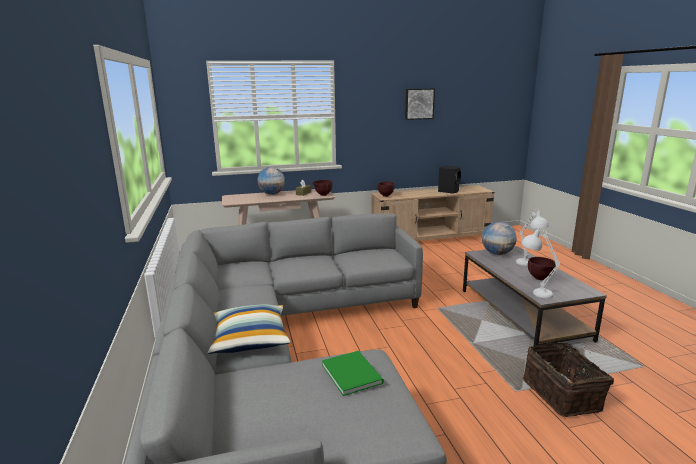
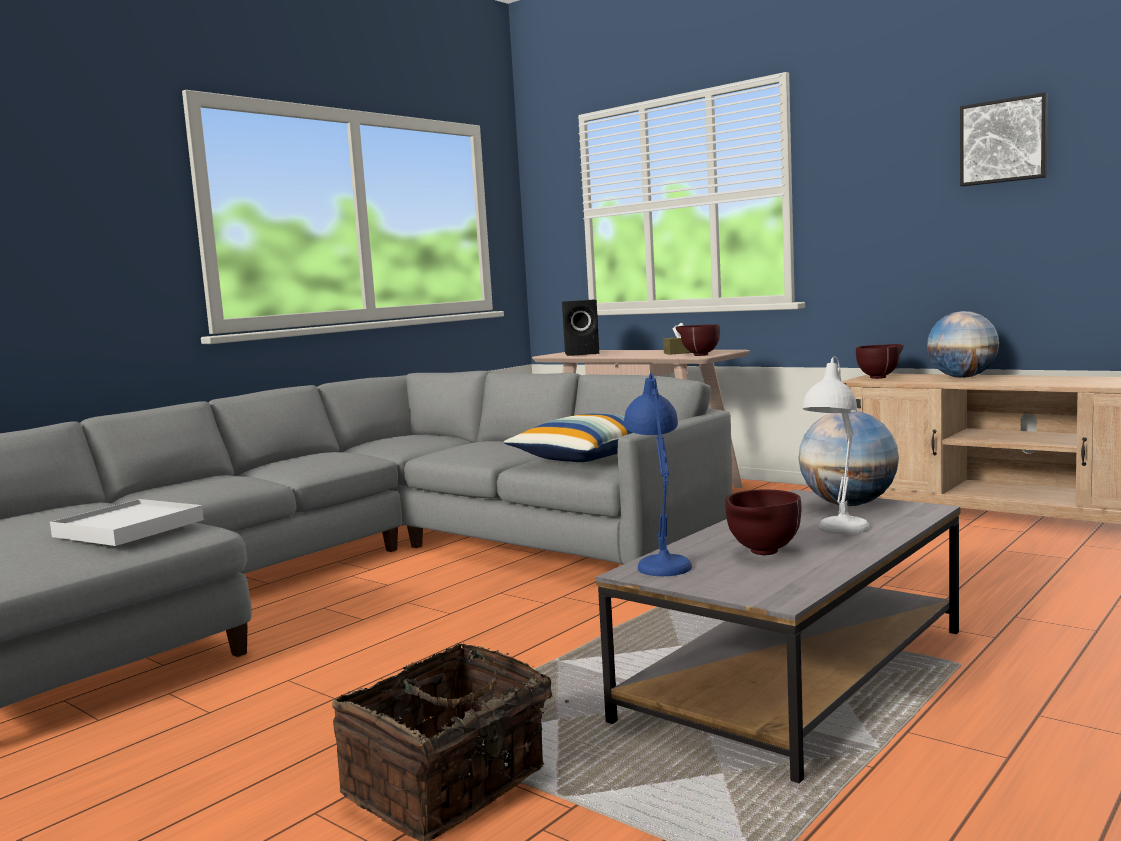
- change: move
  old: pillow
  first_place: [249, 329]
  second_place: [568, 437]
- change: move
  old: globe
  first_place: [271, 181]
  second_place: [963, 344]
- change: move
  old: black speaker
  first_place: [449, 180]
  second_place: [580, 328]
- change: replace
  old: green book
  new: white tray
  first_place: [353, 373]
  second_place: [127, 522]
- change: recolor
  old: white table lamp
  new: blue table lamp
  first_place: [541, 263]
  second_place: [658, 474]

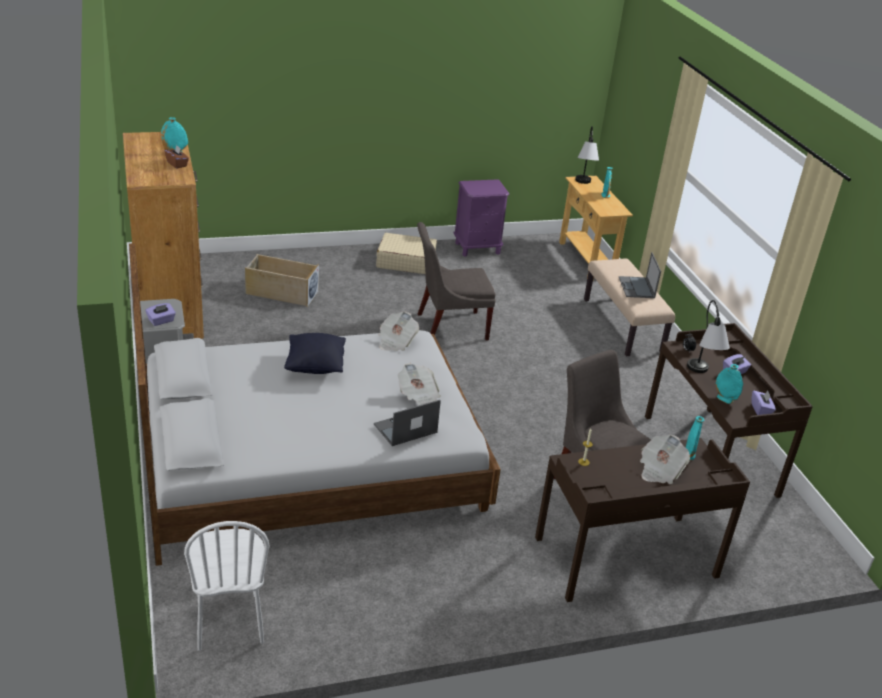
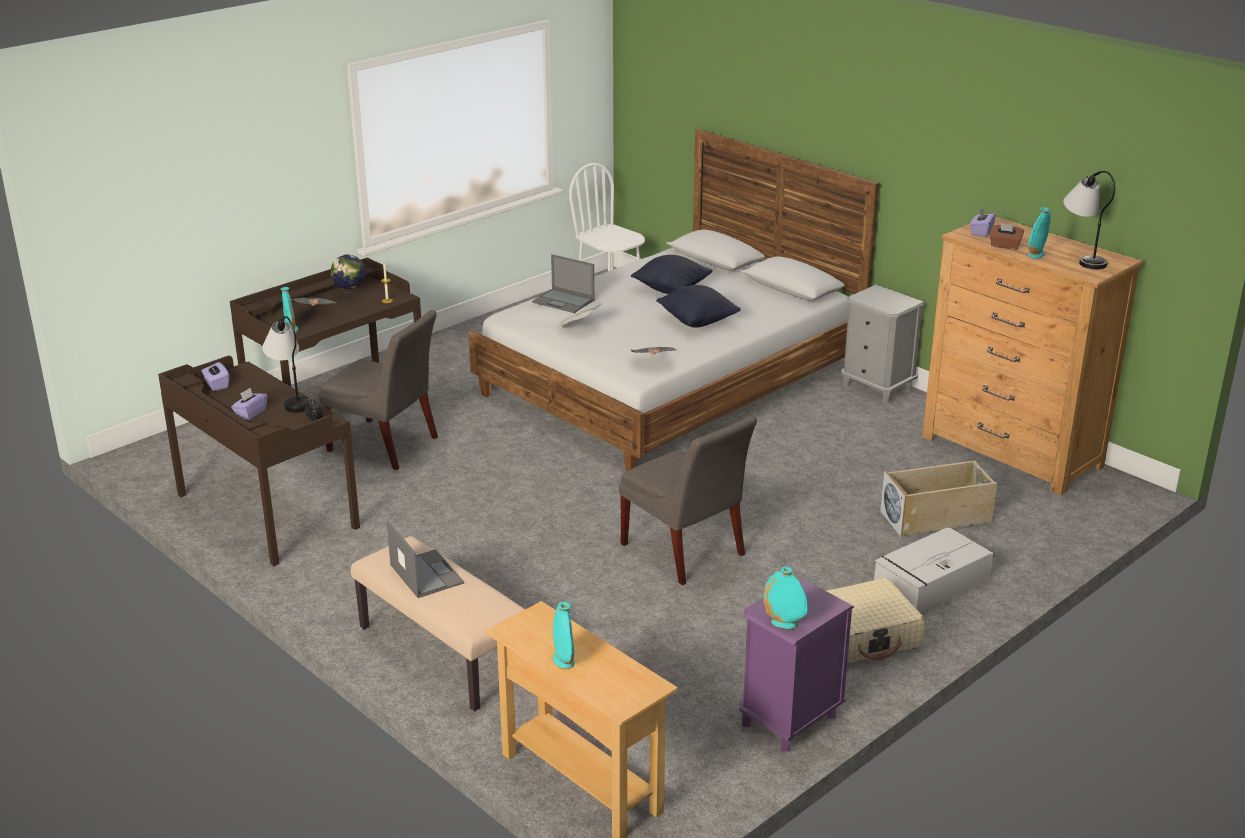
- change: insert
  new: globe
  second_place: [348, 276]
- change: insert
  new: black pillow
  second_place: [672, 274]
- change: insert
  new: grey storage box
  second_place: [934, 569]
- change: move
  old: purple tissue box
  first_place: [161, 314]
  second_place: [983, 222]
- change: move
  old: table lamp
  first_place: [587, 155]
  second_place: [1089, 220]
- change: move
  old: turquoise vase
  first_place: [729, 384]
  second_place: [786, 598]
- change: rotate
  old: laptop
  first_place: [407, 423]
  second_place: [563, 283]
  degrees: 90
- change: rotate
  old: grey chair
  first_place: [456, 281]
  second_place: [688, 500]
  degrees: 90

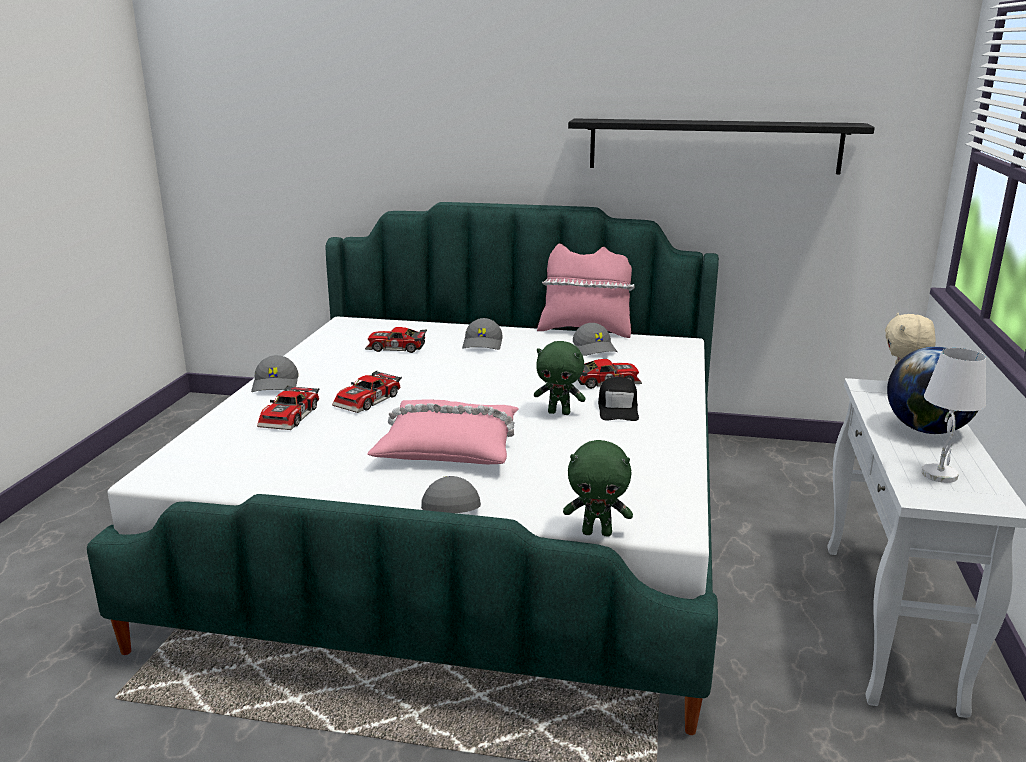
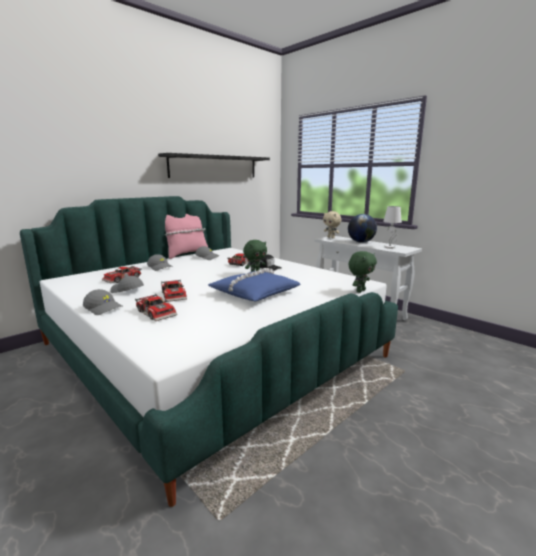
- change: move
  old: grey cap
  first_place: [451, 494]
  second_place: [127, 284]
- change: recolor
  old: pink pillow
  new: blue pillow
  first_place: [443, 431]
  second_place: [254, 284]

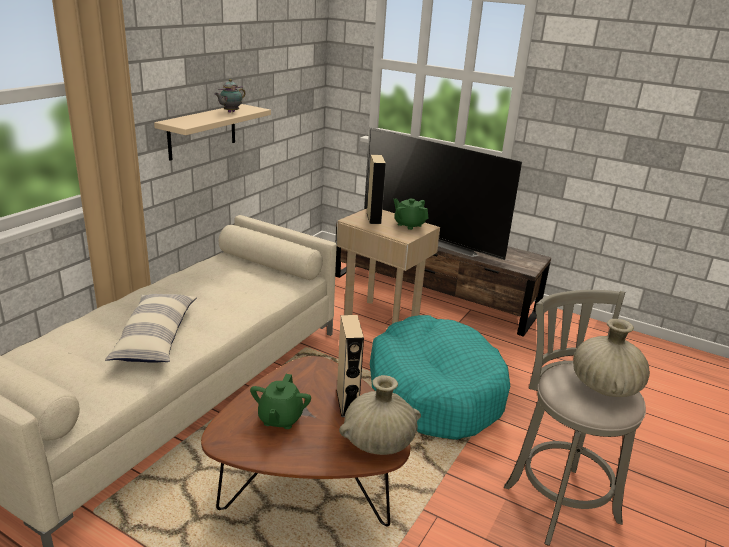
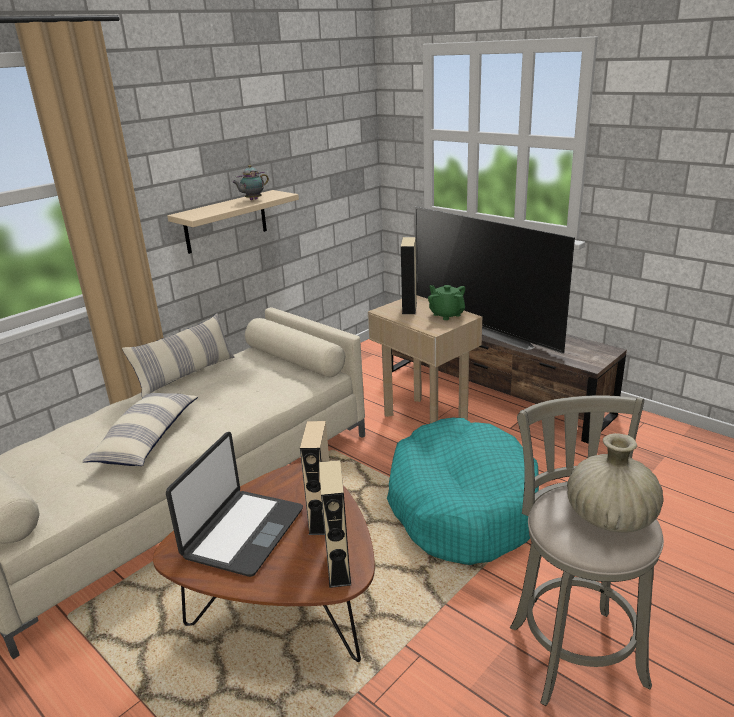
- change: insert
  new: pillow
  second_place: [178, 355]
- change: replace
  old: green teapot
  new: laptop
  first_place: [280, 401]
  second_place: [234, 504]
- change: replace
  old: beige vase
  new: beige speaker
  first_place: [380, 415]
  second_place: [335, 524]

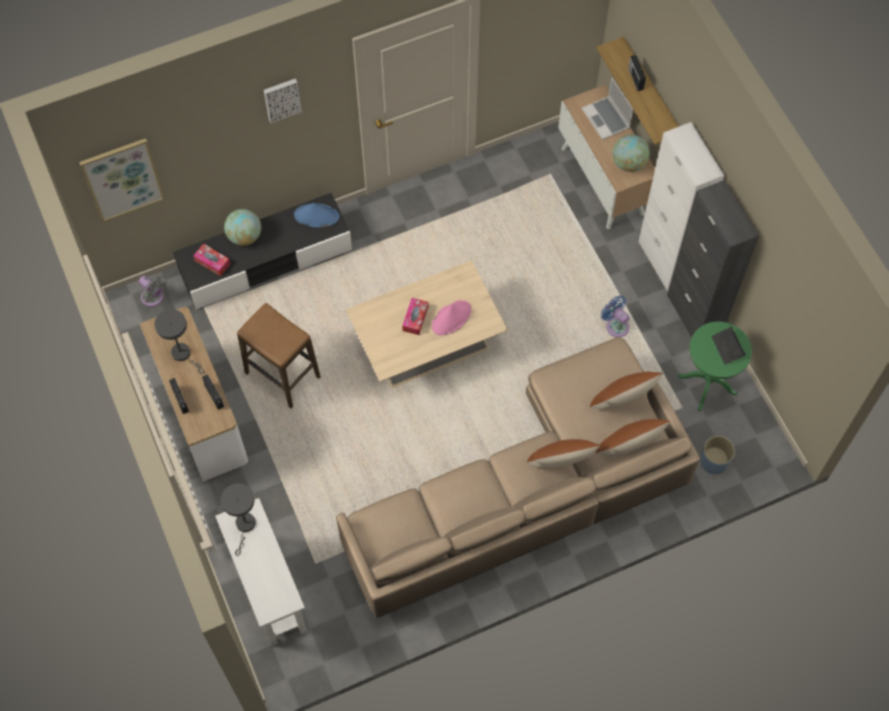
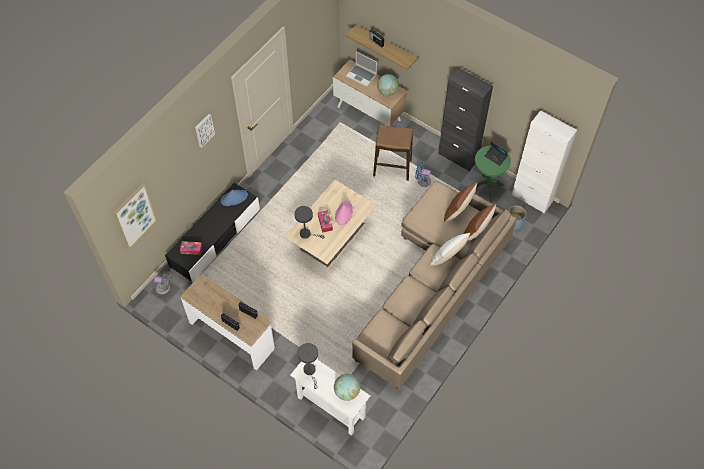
- change: move
  old: grey table lamp
  first_place: [179, 341]
  second_place: [309, 222]
- change: move
  old: globe
  first_place: [242, 227]
  second_place: [347, 387]
- change: move
  old: stool
  first_place: [279, 355]
  second_place: [393, 153]
- change: move
  old: white cabinet
  first_place: [681, 206]
  second_place: [544, 161]
- change: recolor
  old: brown pillow
  new: white pillow
  first_place: [564, 453]
  second_place: [450, 249]

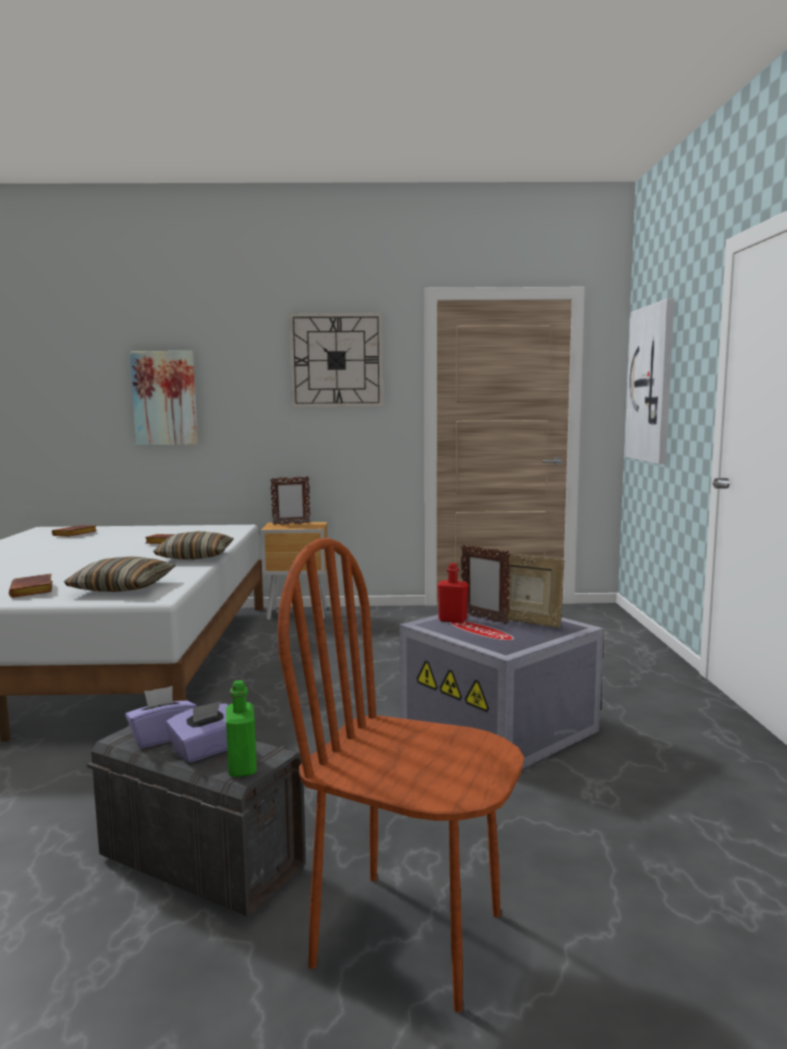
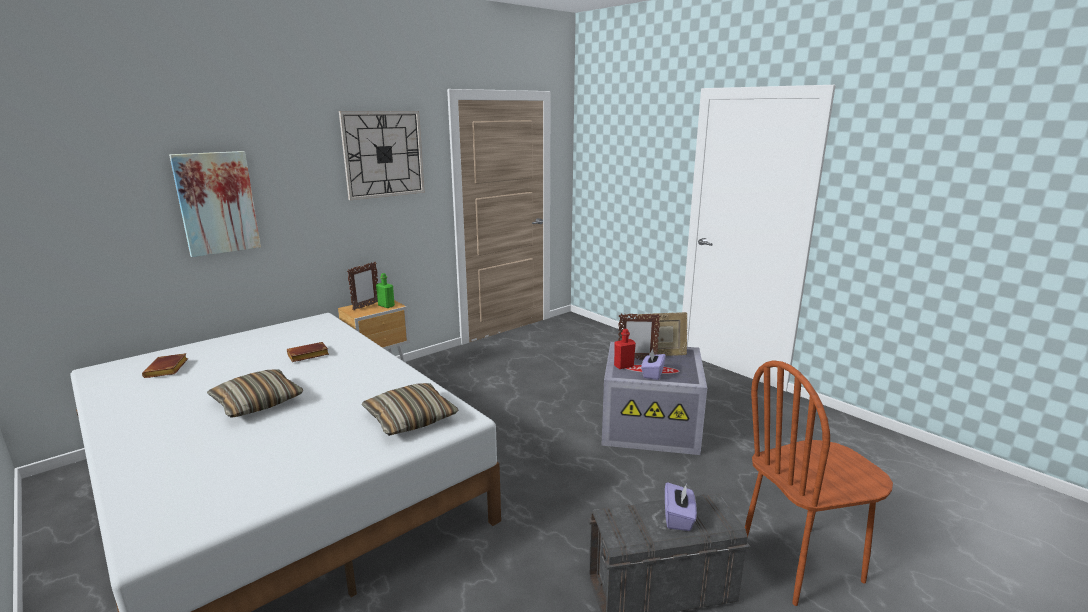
- change: delete
  old: brown book
  first_place: [30, 585]
- change: delete
  old: picture
  first_place: [649, 381]
- change: move
  old: purple tissue box
  first_place: [161, 717]
  second_place: [653, 364]
- change: move
  old: pillow
  first_place: [193, 545]
  second_place: [255, 393]
- change: move
  old: green bottle
  first_place: [241, 728]
  second_place: [385, 290]

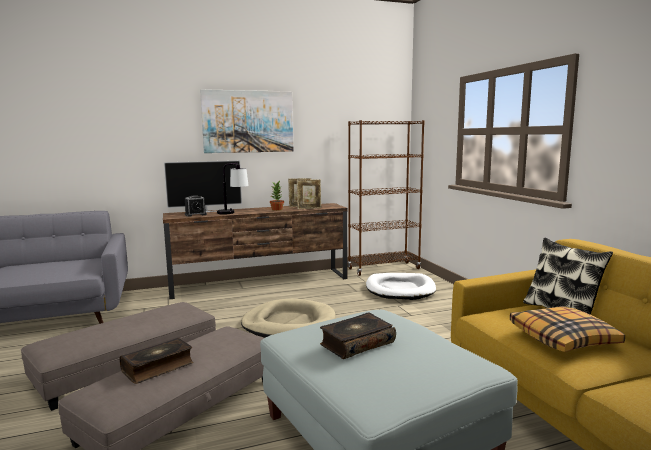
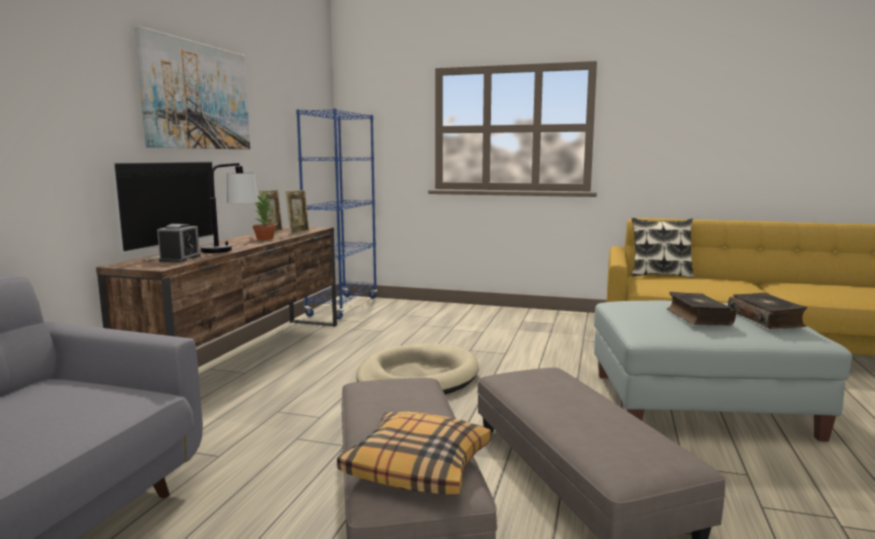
- change: delete
  old: white dog bed
  first_place: [401, 286]
- change: move
  old: book
  first_place: [157, 361]
  second_place: [767, 311]
- change: move
  old: pillow
  first_place: [567, 329]
  second_place: [414, 453]
- change: recolor
  old: brown bookcase
  new: blue bookcase
  first_place: [386, 198]
  second_place: [336, 213]

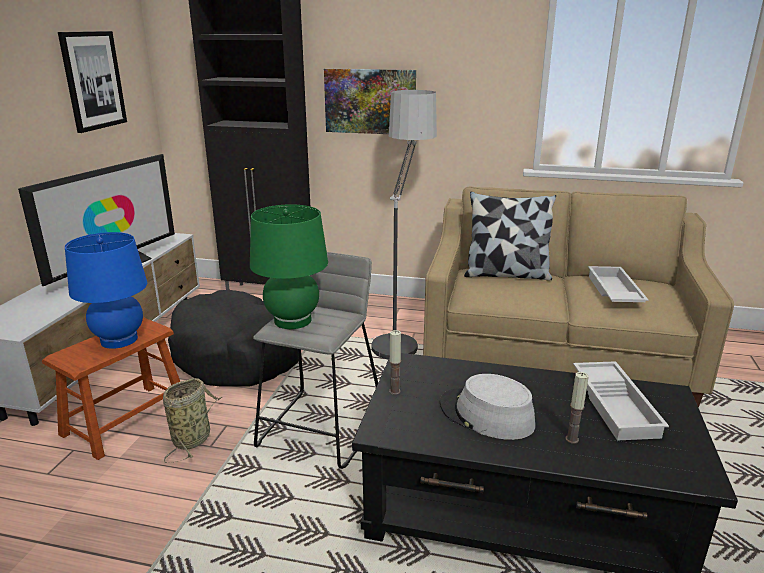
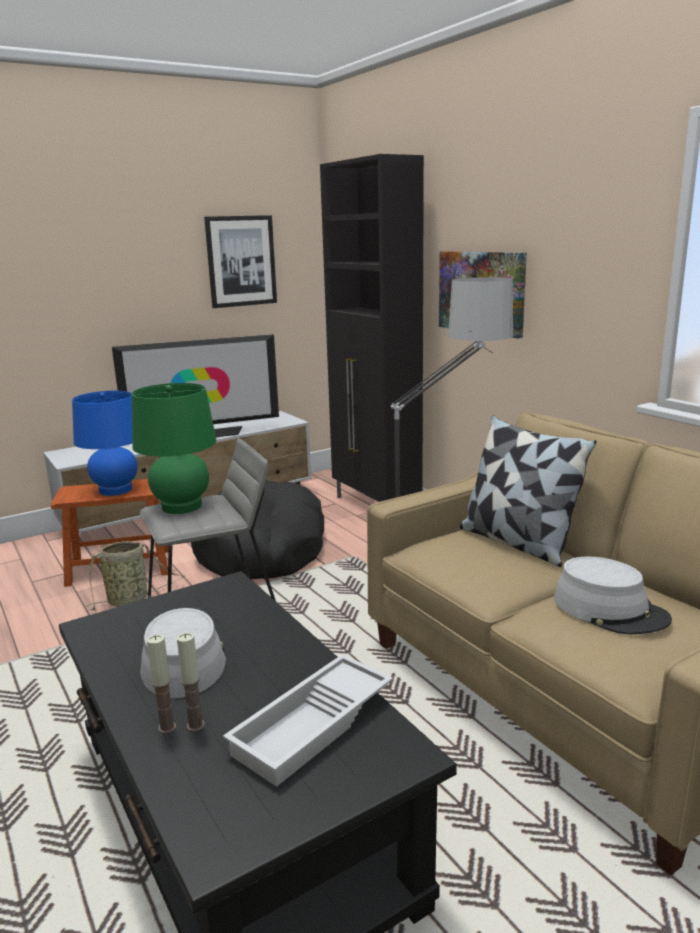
- change: move
  old: candle
  first_place: [395, 362]
  second_place: [161, 684]
- change: replace
  old: white tray
  new: grey hat
  first_place: [618, 284]
  second_place: [613, 595]

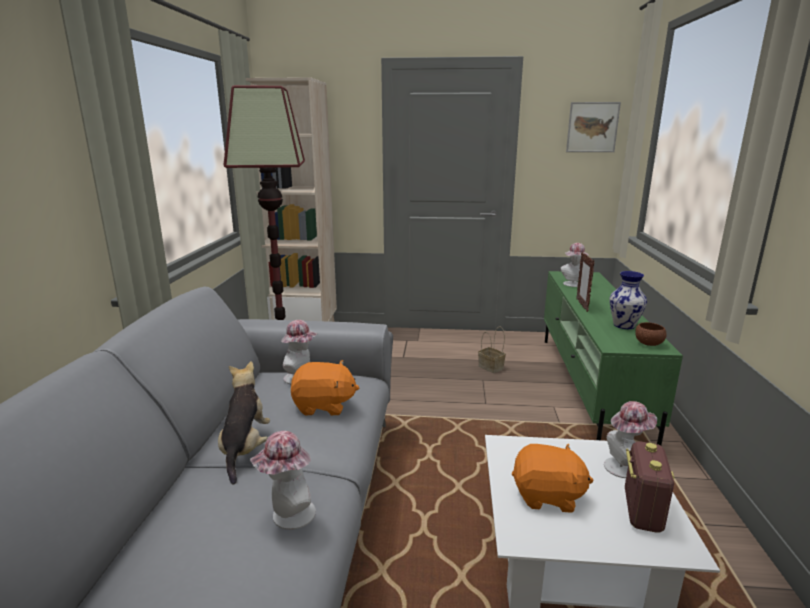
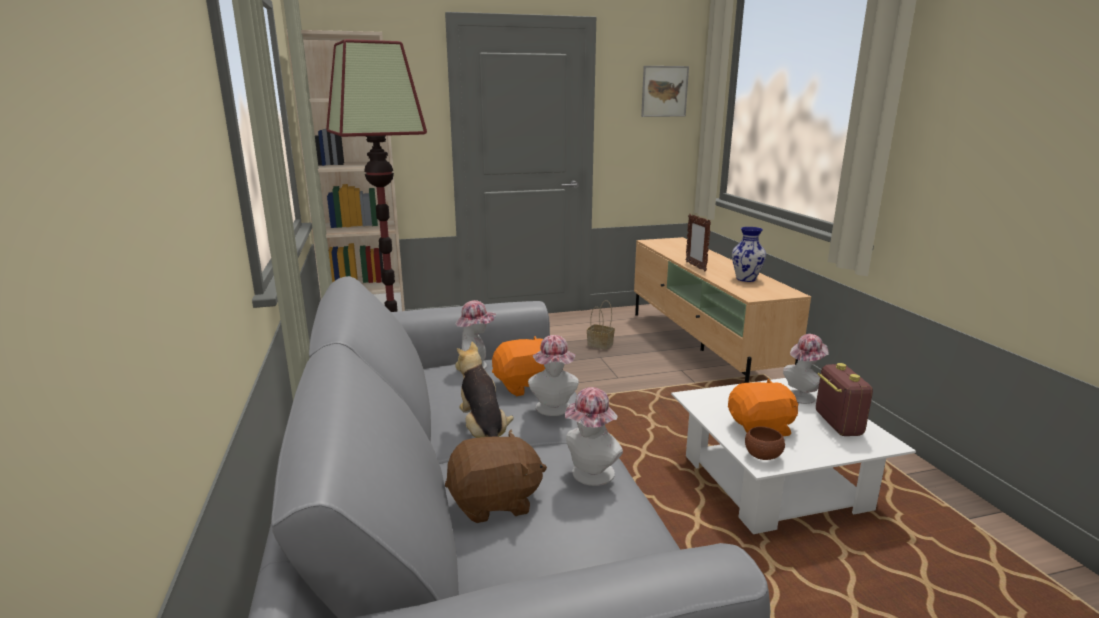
- change: insert
  new: brown plush toy
  second_place: [496, 476]
- change: move
  old: hat
  first_place: [575, 265]
  second_place: [553, 375]
- change: move
  old: brown bowl
  first_place: [651, 334]
  second_place: [765, 443]
- change: recolor
  old: green tv stand
  new: beige tv stand
  first_place: [613, 358]
  second_place: [722, 310]

